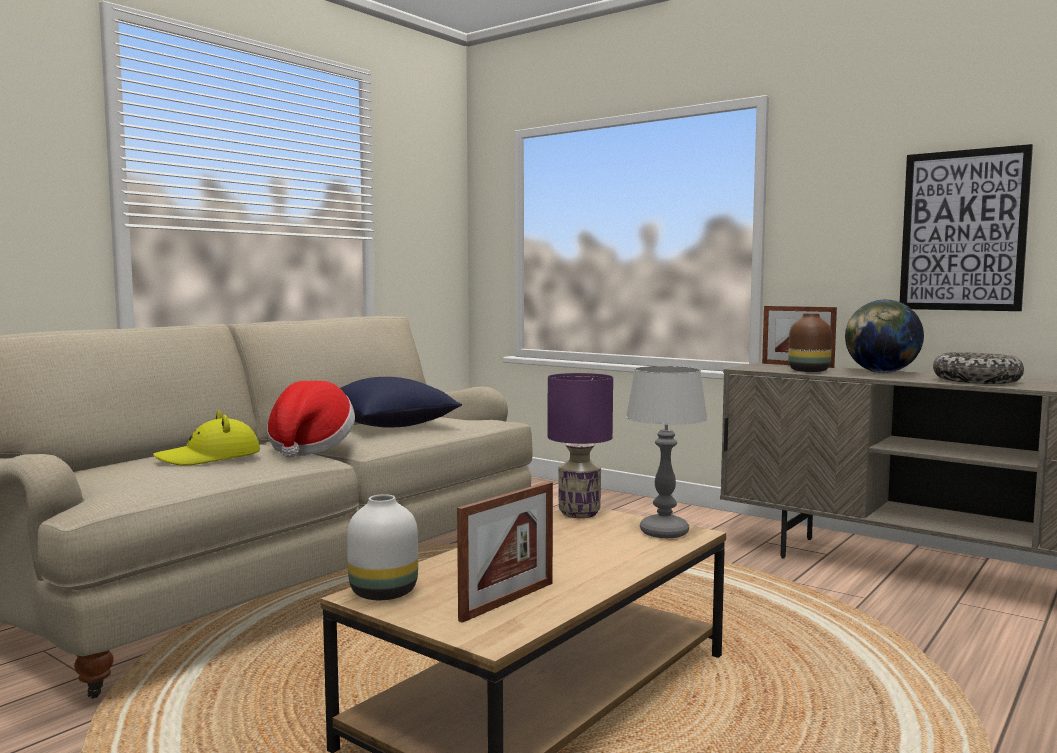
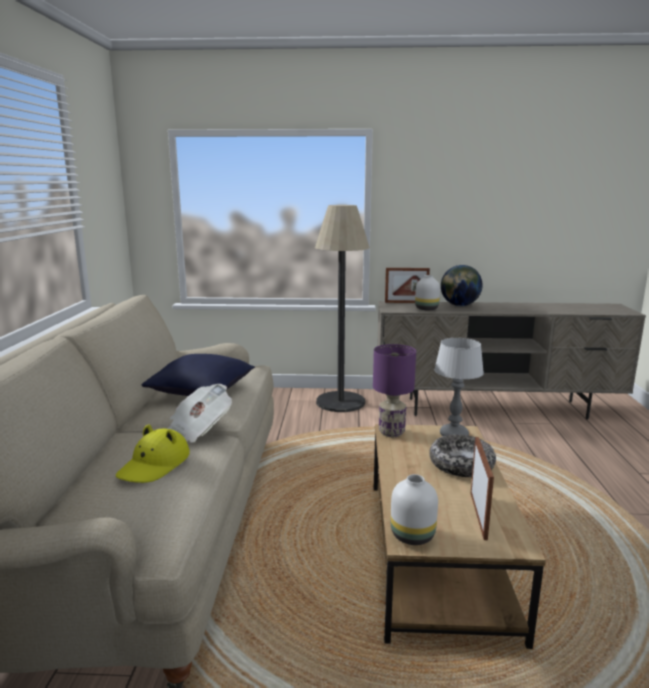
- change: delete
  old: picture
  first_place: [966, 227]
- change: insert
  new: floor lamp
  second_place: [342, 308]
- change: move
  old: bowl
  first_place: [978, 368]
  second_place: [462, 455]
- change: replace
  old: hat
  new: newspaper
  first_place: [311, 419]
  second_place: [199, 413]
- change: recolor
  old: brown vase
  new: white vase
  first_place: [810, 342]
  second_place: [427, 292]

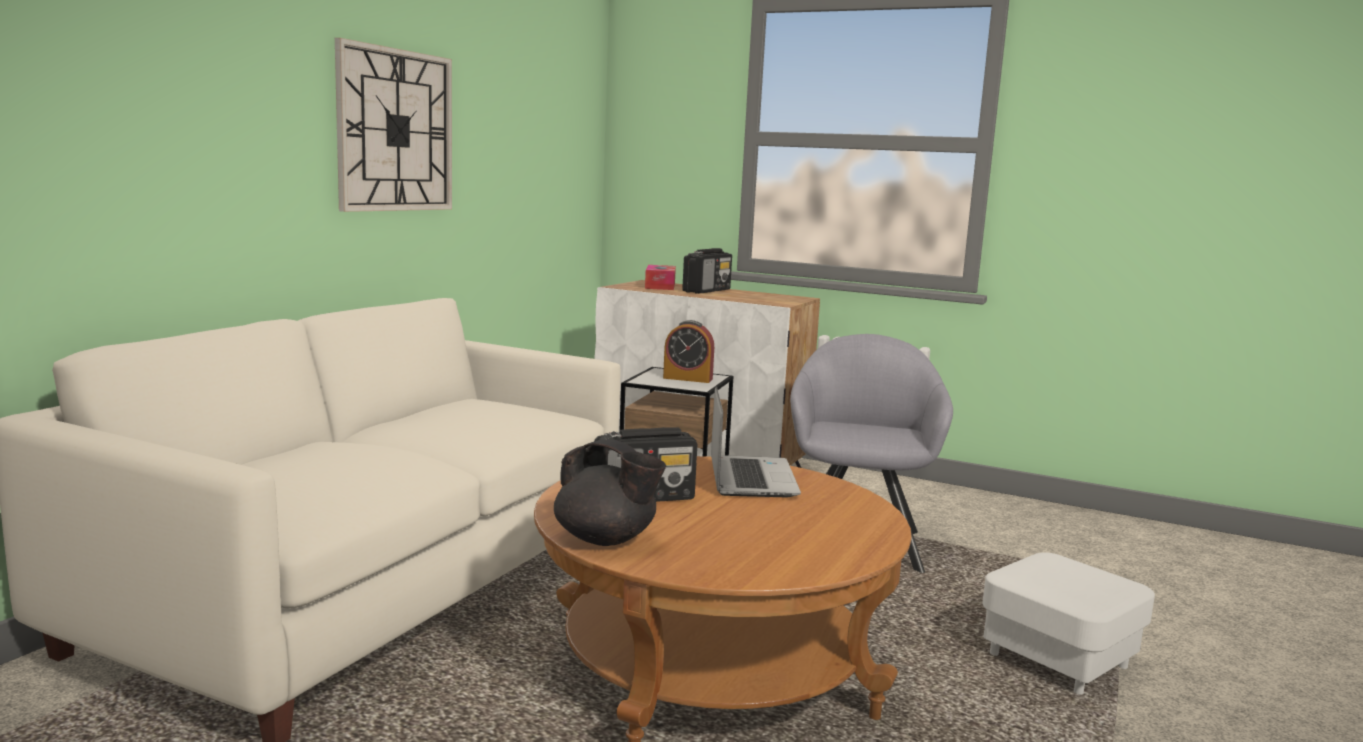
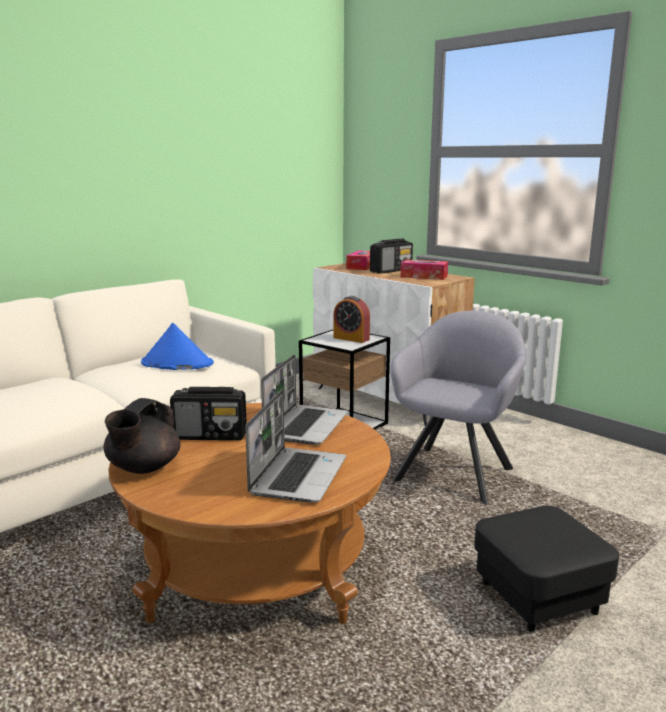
- change: delete
  old: wall clock
  first_place: [393, 125]
- change: insert
  new: blue hat
  second_place: [177, 346]
- change: insert
  new: laptop
  second_place: [295, 446]
- change: insert
  new: tissue box
  second_place: [424, 269]
- change: recolor
  old: white ottoman
  new: black ottoman
  first_place: [1068, 623]
  second_place: [546, 569]
- change: rotate
  old: black teapot
  first_place: [610, 492]
  second_place: [142, 436]
  degrees: 60

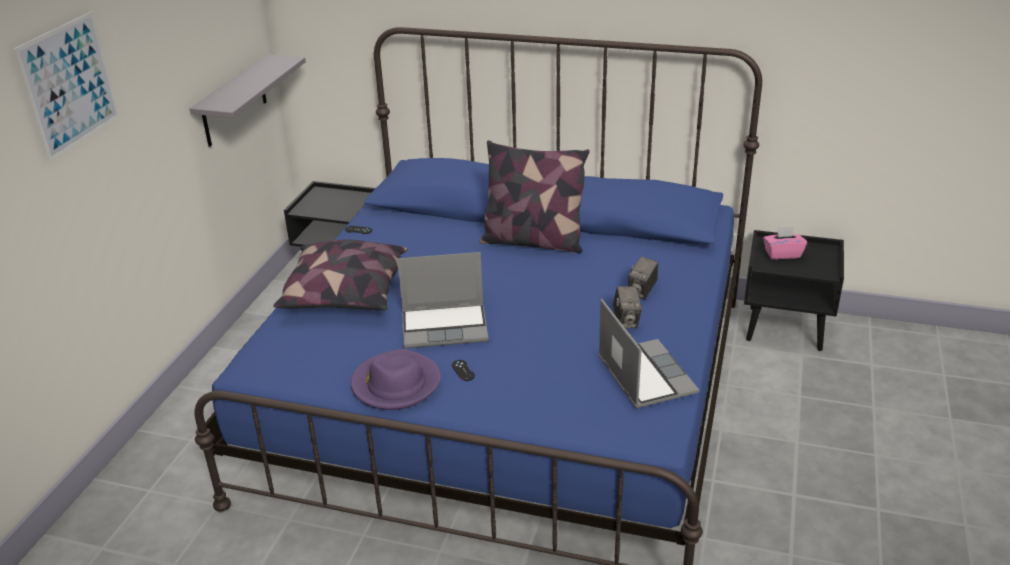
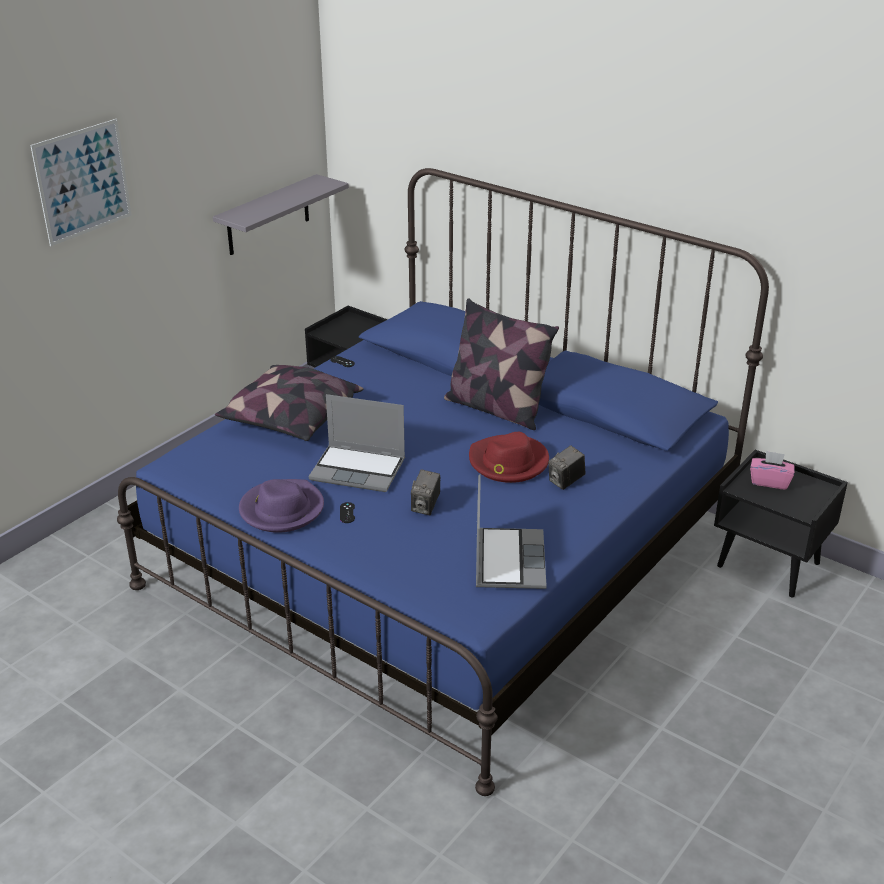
- change: insert
  new: red hat
  second_place: [509, 457]
- change: move
  old: photo camera
  first_place: [627, 307]
  second_place: [425, 492]

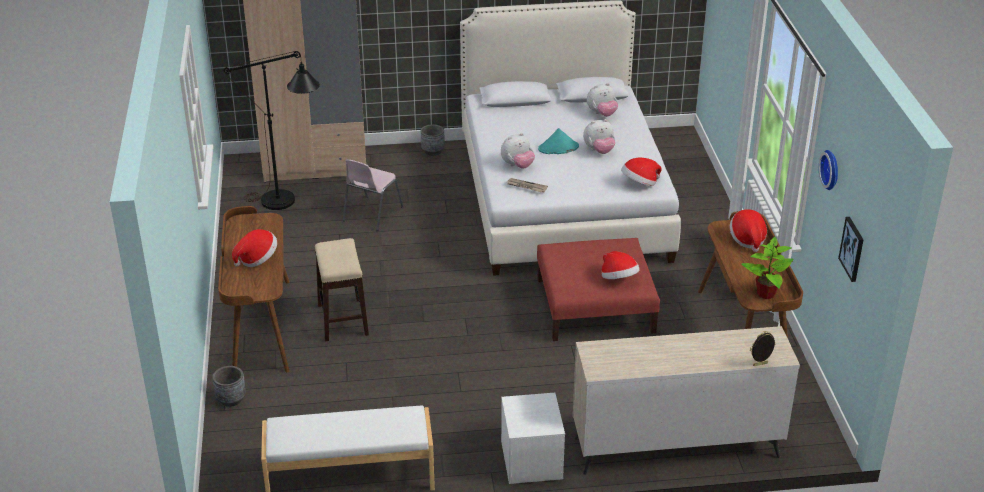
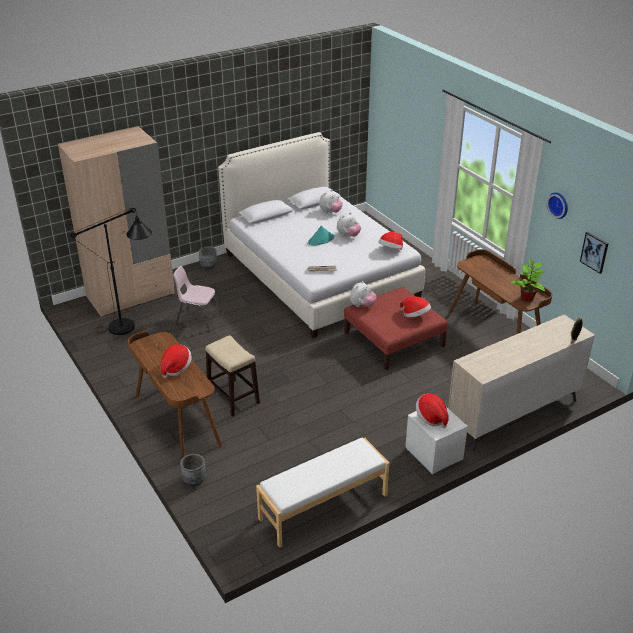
- change: move
  old: plush toy
  first_place: [518, 151]
  second_place: [363, 294]
- change: move
  old: hat
  first_place: [748, 230]
  second_place: [432, 411]
- change: rotate
  old: pink chair
  first_place: [373, 195]
  second_place: [197, 298]
  degrees: 105

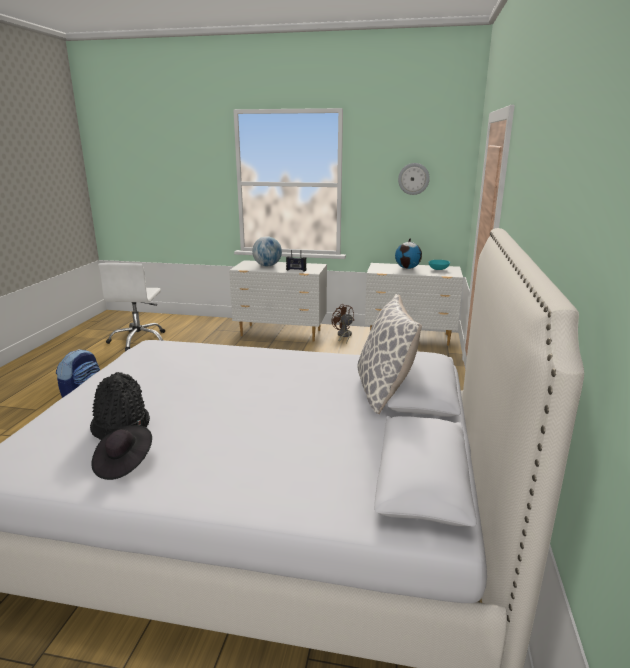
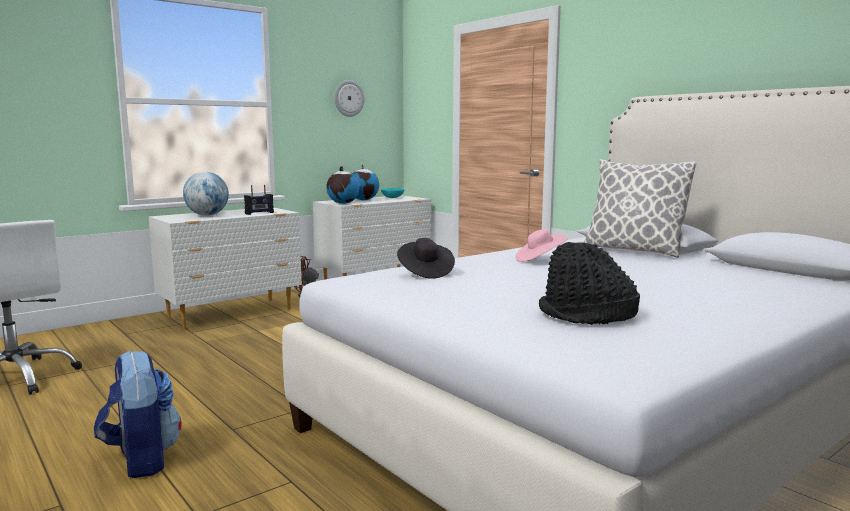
- change: insert
  new: globe
  second_place: [343, 185]
- change: insert
  new: pink hat
  second_place: [541, 245]
- change: move
  old: black hat
  first_place: [121, 452]
  second_place: [426, 258]

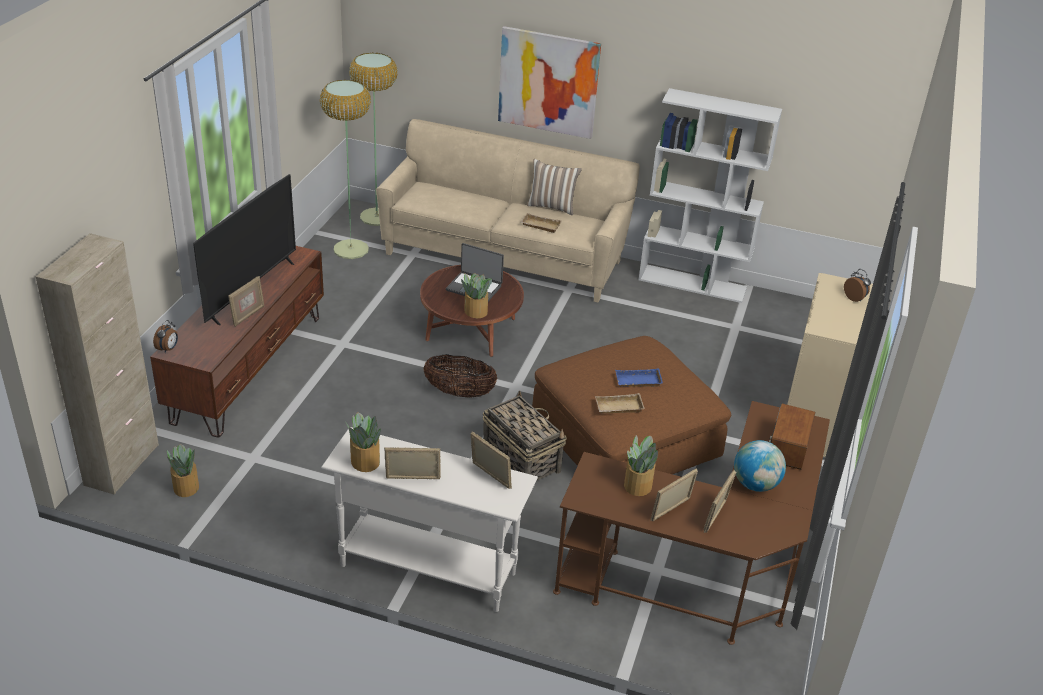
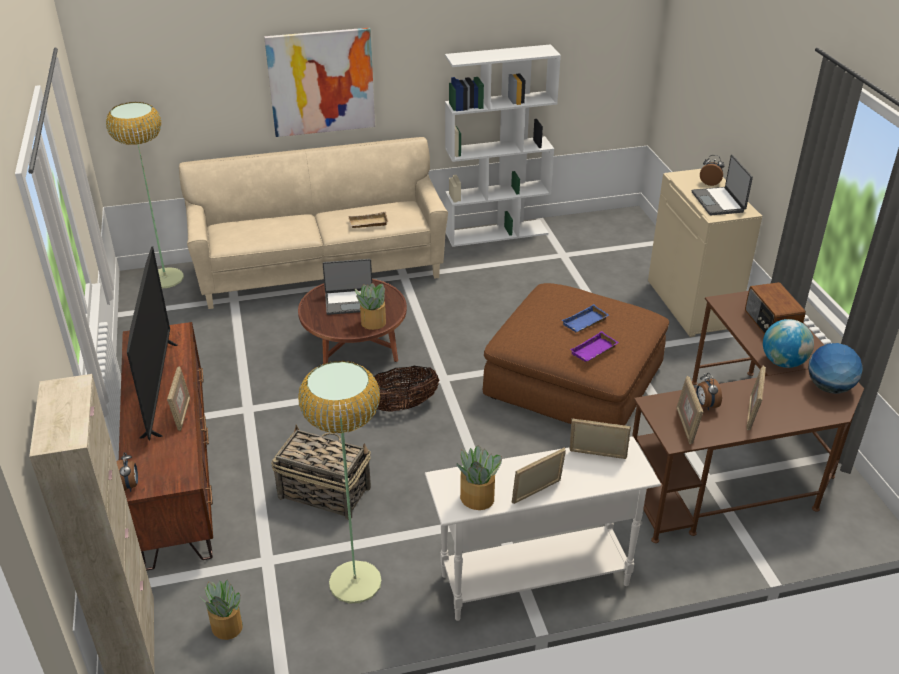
- change: delete
  old: pillow
  first_place: [554, 187]
- change: insert
  new: laptop
  second_place: [722, 185]
- change: insert
  new: globe
  second_place: [835, 368]
- change: move
  old: floor lamp
  first_place: [345, 169]
  second_place: [339, 482]
- change: move
  old: basket
  first_place: [525, 435]
  second_place: [321, 472]
- change: move
  old: picture frame
  first_place: [720, 501]
  second_place: [689, 410]
- change: replace
  old: potted plant
  new: alarm clock
  first_place: [641, 465]
  second_place: [709, 391]
- change: recolor
  old: beige tray
  new: purple tray
  first_place: [620, 403]
  second_place: [594, 346]

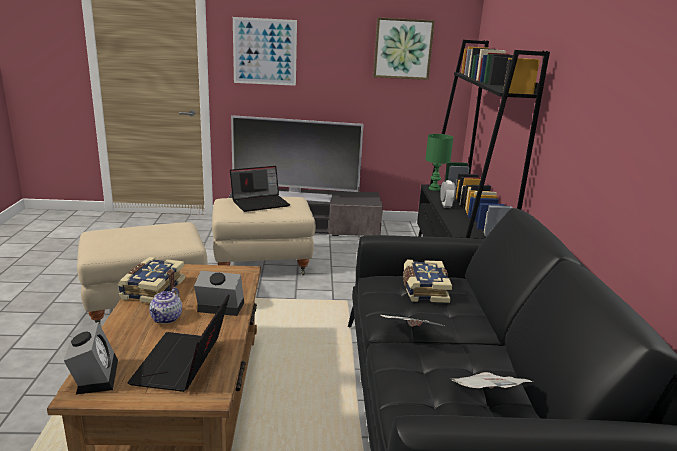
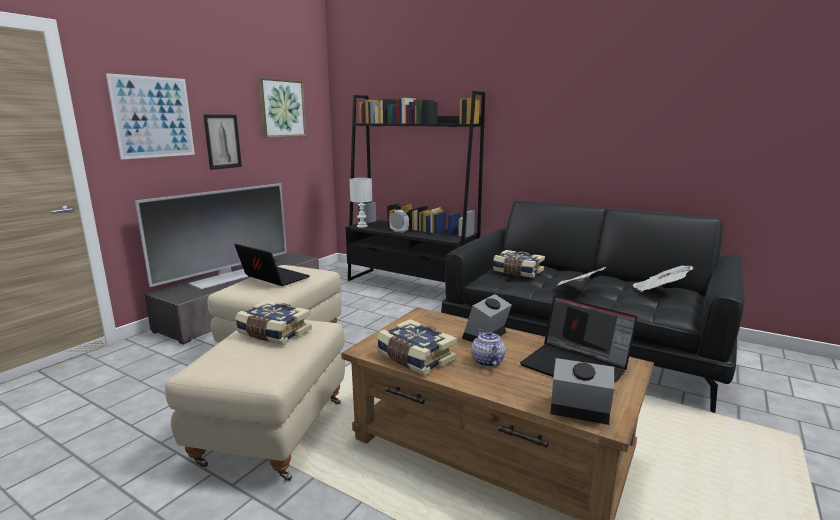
- change: insert
  new: picture
  second_place: [222, 142]
- change: insert
  new: book
  second_place: [273, 322]
- change: recolor
  old: green table lamp
  new: white table lamp
  first_place: [439, 162]
  second_place: [360, 203]
- change: rotate
  old: teapot
  first_place: [165, 305]
  second_place: [488, 347]
  degrees: -150
- change: rotate
  old: laptop
  first_place: [260, 189]
  second_place: [272, 264]
  degrees: -60

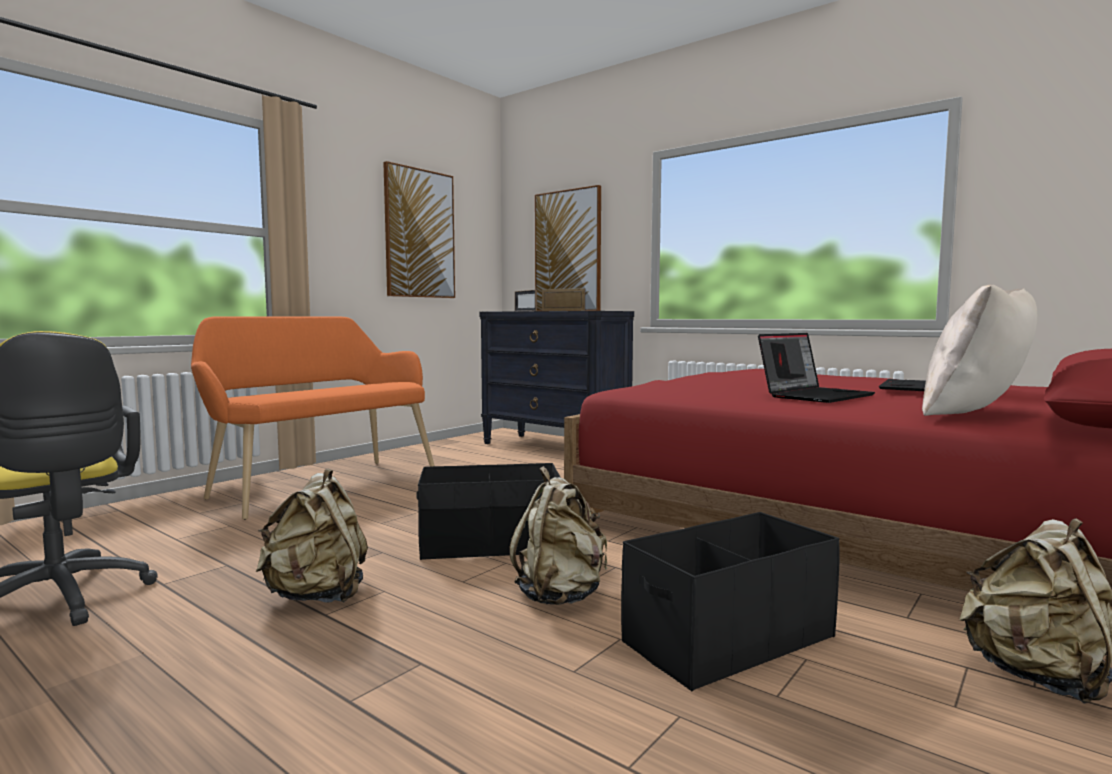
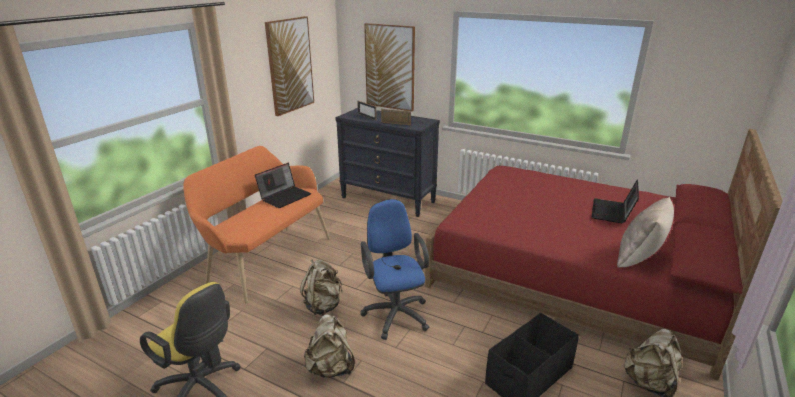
- change: move
  old: beige backpack
  first_place: [558, 535]
  second_place: [321, 287]
- change: move
  old: laptop
  first_place: [816, 368]
  second_place: [283, 185]
- change: replace
  old: black storage box
  new: blue office chair
  first_place: [488, 511]
  second_place: [394, 269]

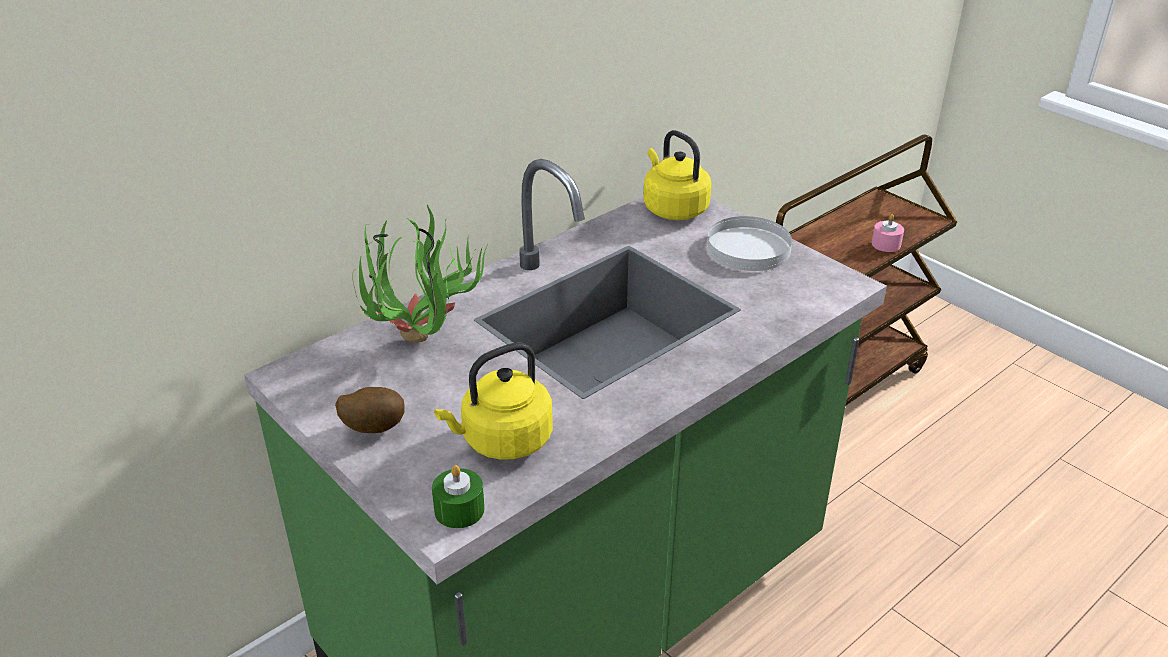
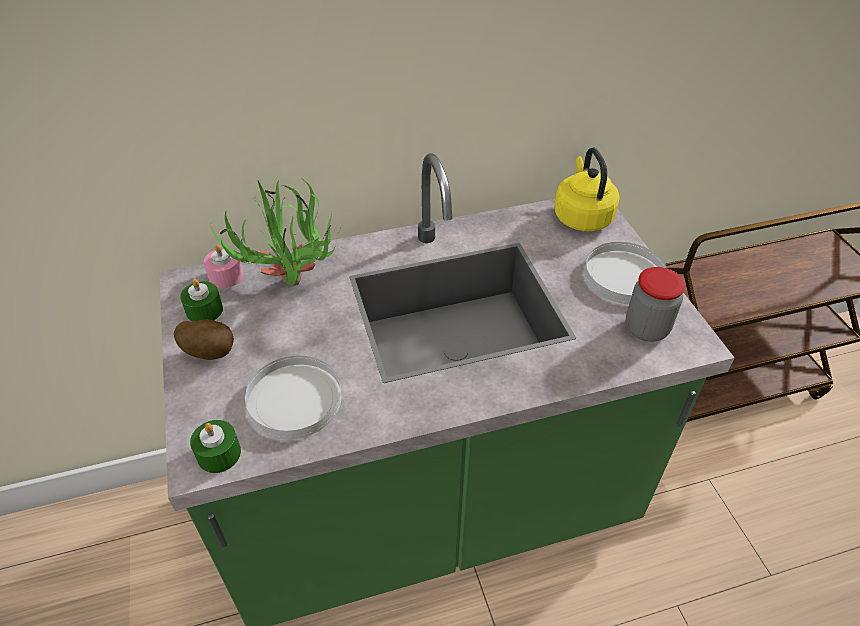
- change: insert
  new: green candle
  second_place: [201, 300]
- change: insert
  new: jar
  second_place: [655, 304]
- change: move
  old: pink candle
  first_place: [888, 233]
  second_place: [224, 266]
- change: replace
  old: yellow kettle
  new: white plate
  first_place: [493, 401]
  second_place: [293, 397]

